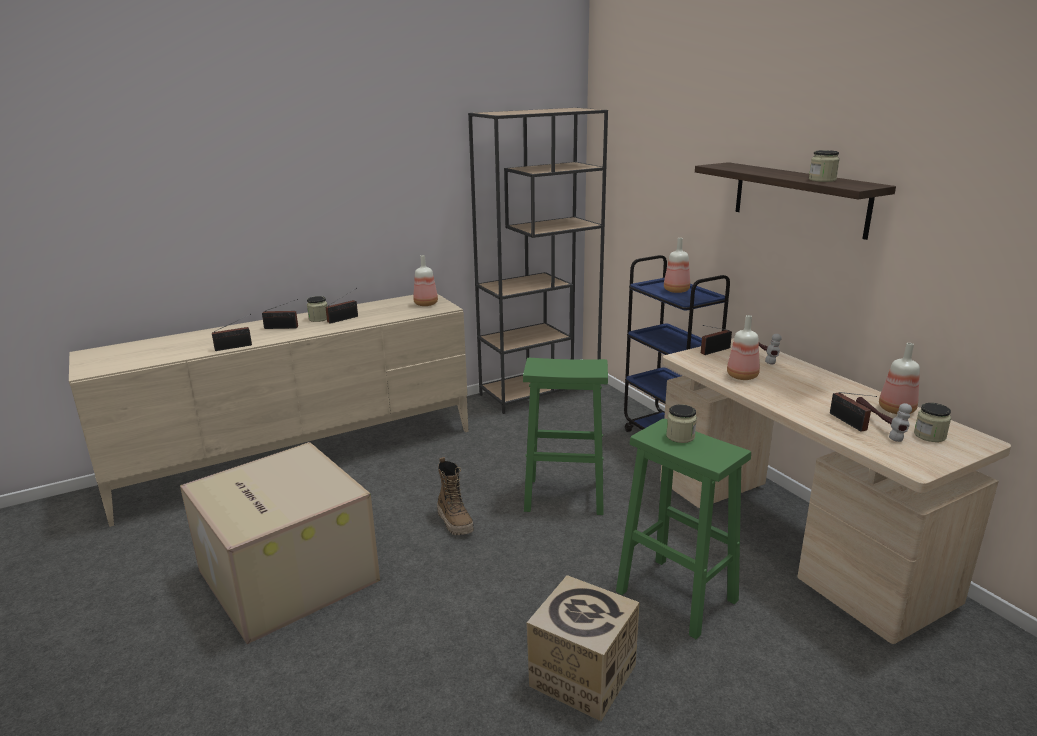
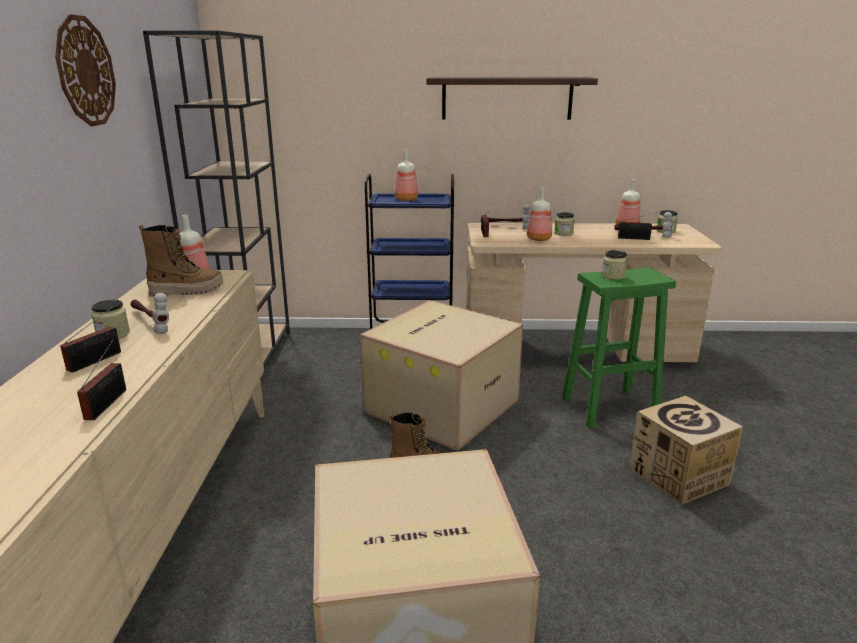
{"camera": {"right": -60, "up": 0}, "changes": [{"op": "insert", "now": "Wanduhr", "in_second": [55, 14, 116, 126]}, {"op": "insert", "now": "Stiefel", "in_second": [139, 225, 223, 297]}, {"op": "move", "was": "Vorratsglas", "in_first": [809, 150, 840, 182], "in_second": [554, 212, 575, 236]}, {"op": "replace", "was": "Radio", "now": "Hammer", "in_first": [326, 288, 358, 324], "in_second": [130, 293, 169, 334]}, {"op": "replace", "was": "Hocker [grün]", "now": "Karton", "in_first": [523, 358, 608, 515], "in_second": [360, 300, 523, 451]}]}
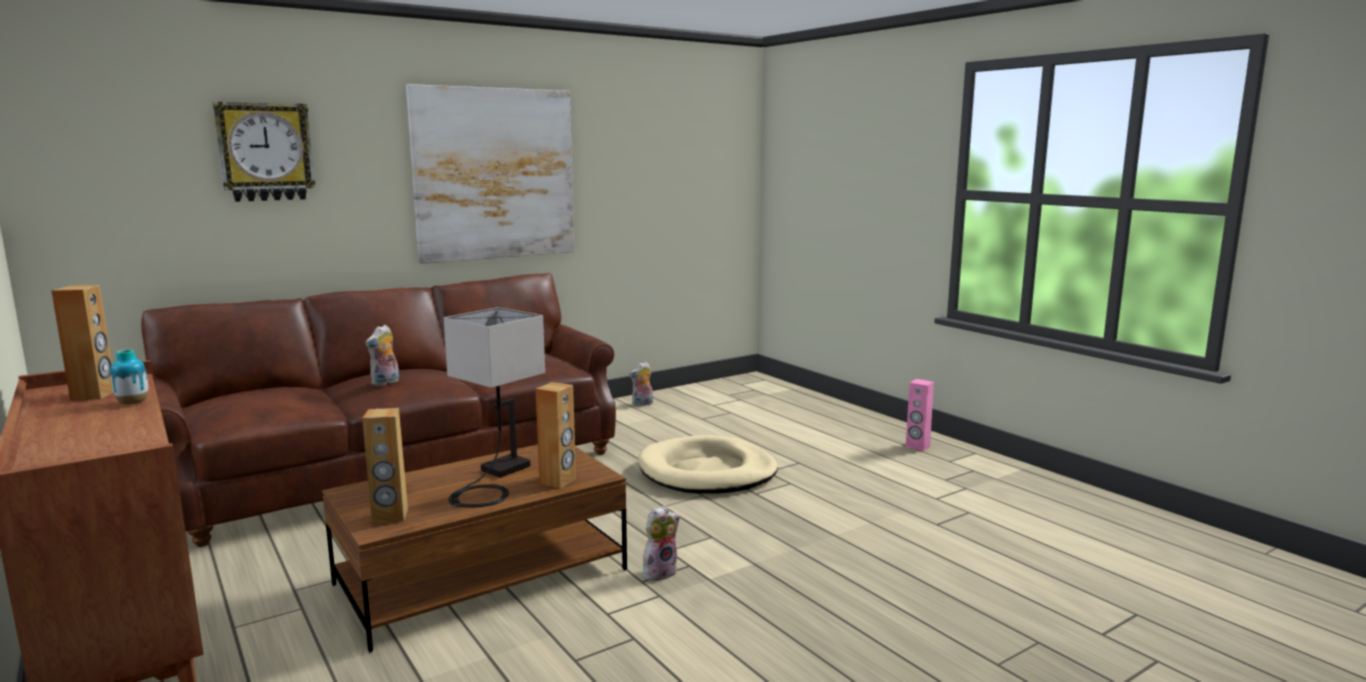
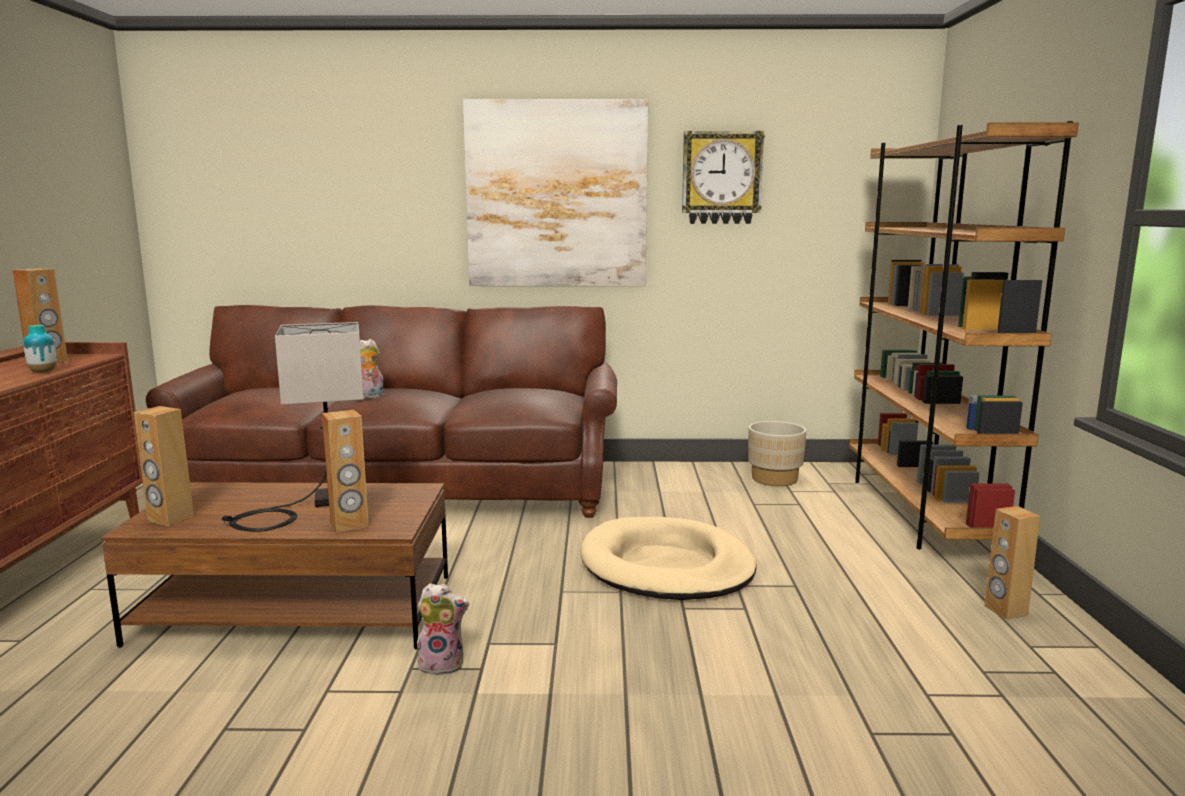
{"camera": {"right": 35, "up": 0}, "changes": [{"op": "delete", "was": "Plüschtier", "in_first": [629, 362, 653, 406]}, {"op": "insert", "now": "Pflanzkübel [beige]", "in_second": [748, 421, 806, 486]}, {"op": "insert", "now": "Bücherregal [braun]", "in_second": [849, 121, 1079, 550]}, {"op": "move", "was": "Wanduhr", "in_first": [213, 102, 316, 202], "in_second": [682, 131, 765, 224]}, {"op": "recolor", "was": "Lautsprecher [rosa]", "now": "Lautsprecher [braun]", "in_first": [906, 379, 934, 451], "in_second": [984, 506, 1040, 620]}]}
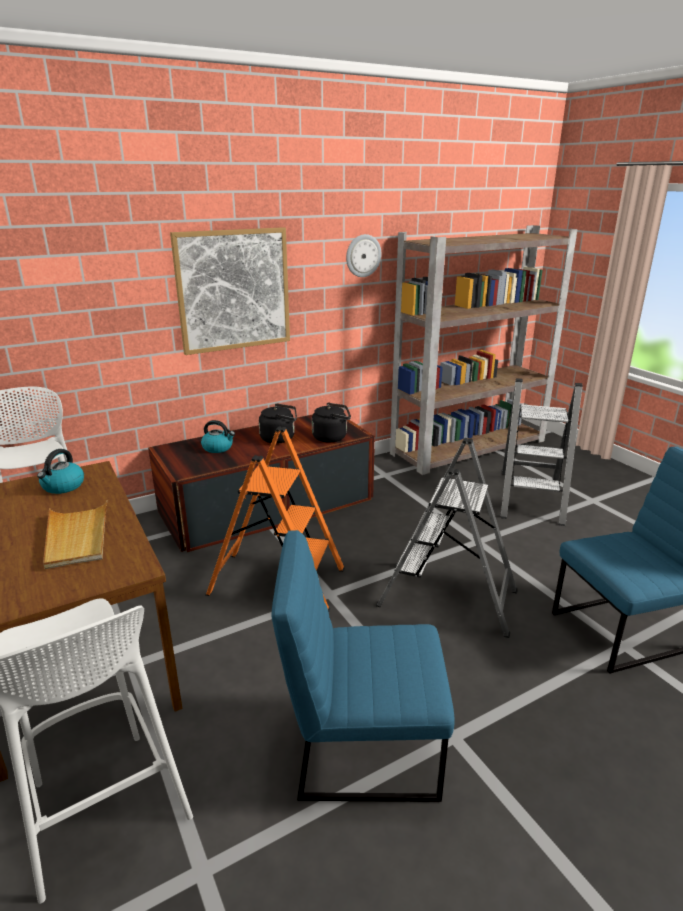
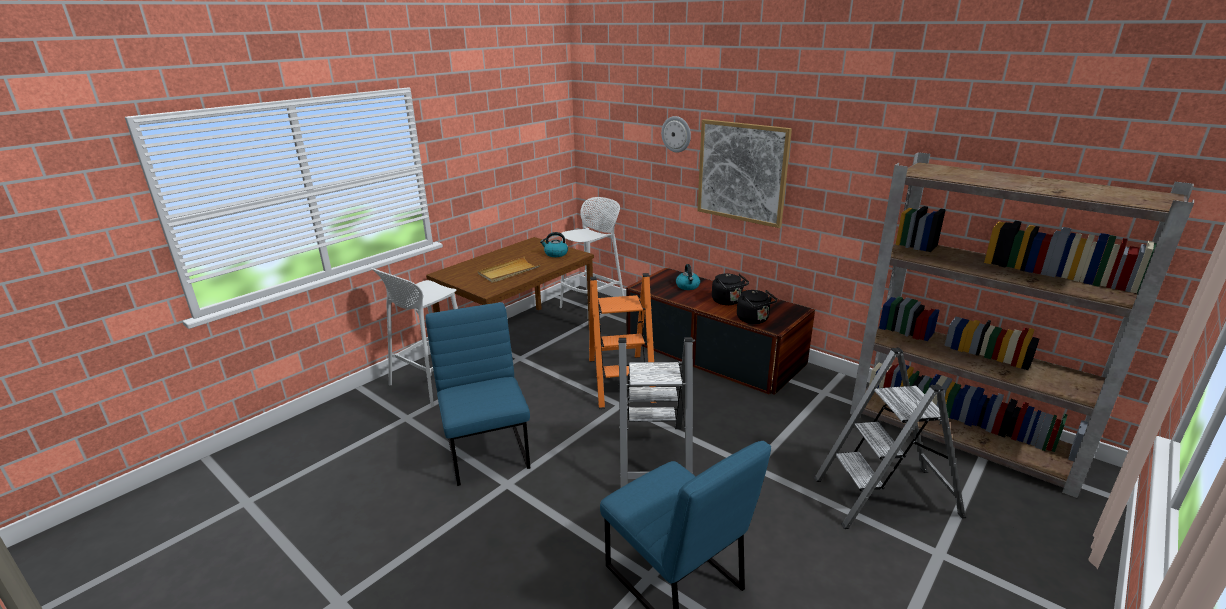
{"camera": {"right": 70, "up": 0}, "changes": [{"op": "move", "was": "Wanduhr", "in_first": [346, 234, 381, 277], "in_second": [661, 116, 691, 153]}]}
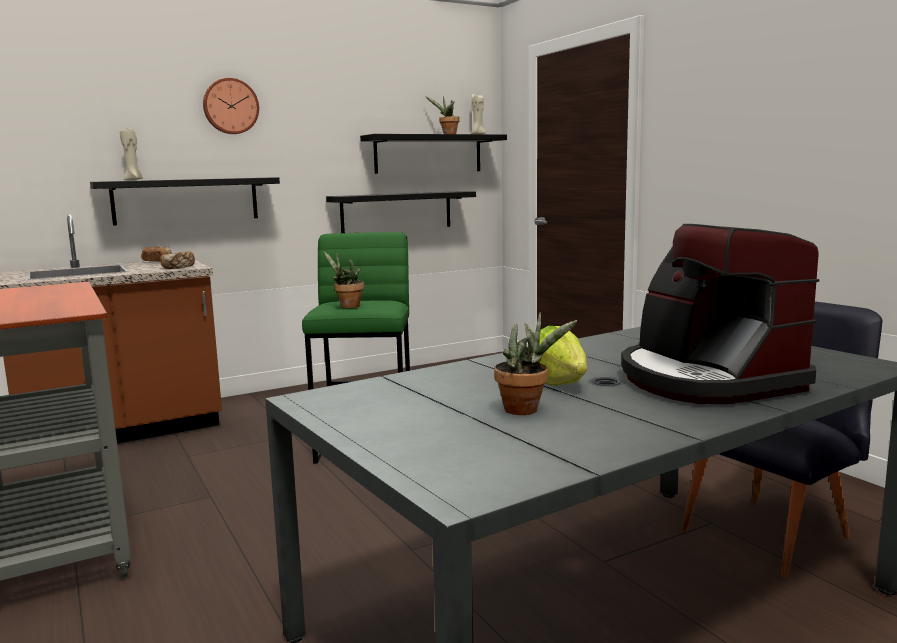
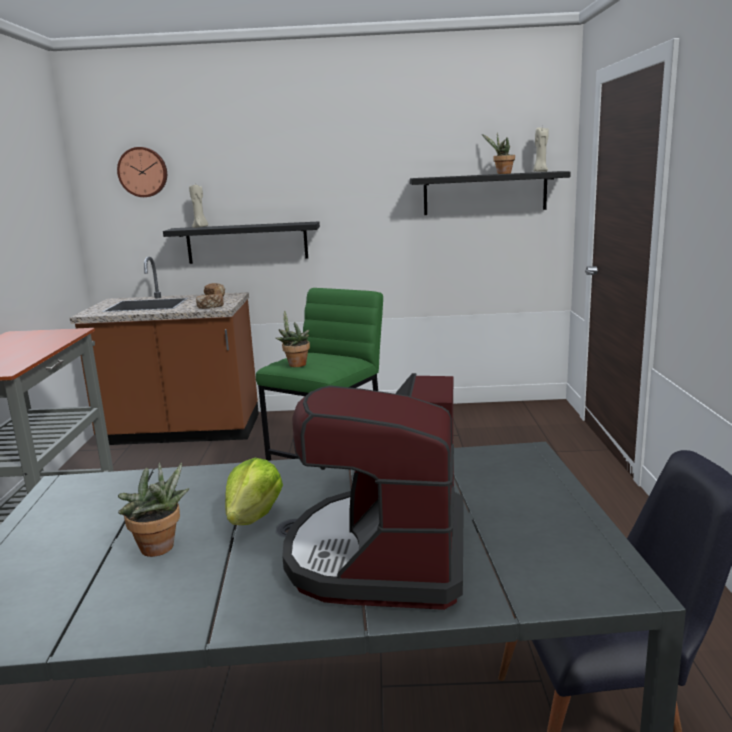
{"camera": {"right": 30, "up": 5}, "changes": [{"op": "delete", "was": "Wandregal [schwarz]", "in_first": [326, 191, 476, 233]}, {"op": "move", "was": "Wanduhr", "in_first": [203, 78, 259, 134], "in_second": [117, 147, 167, 197]}]}
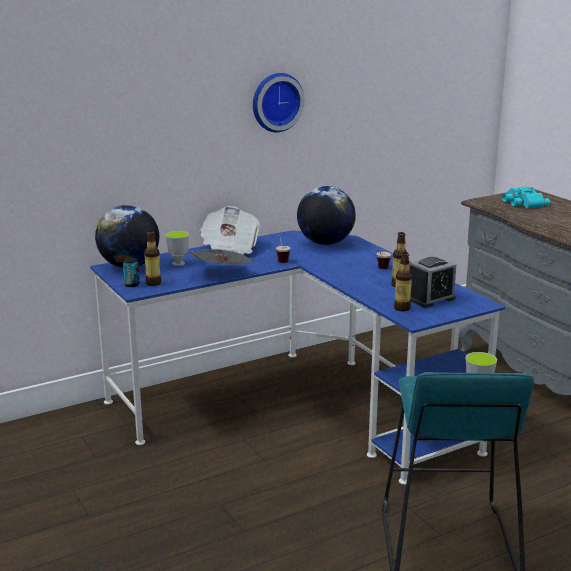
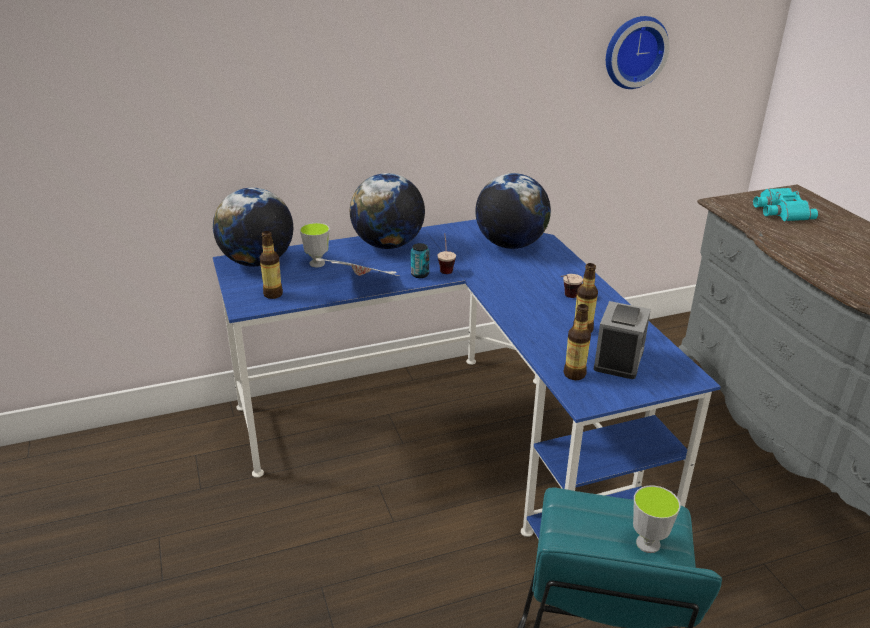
{"camera": {"right": 10, "up": 10}, "changes": [{"op": "move", "was": "Dose", "in_first": [123, 258, 140, 287], "in_second": [411, 243, 429, 278]}, {"op": "move", "was": "Wanduhr", "in_first": [253, 73, 305, 132], "in_second": [606, 16, 670, 89]}, {"op": "replace", "was": "Zeitung", "now": "Globus", "in_first": [200, 206, 260, 255], "in_second": [350, 173, 425, 249]}, {"op": "rotate", "was": "Wecker", "in_first": [409, 256, 456, 308], "in_second": [594, 301, 651, 379], "clockwise": -45}]}
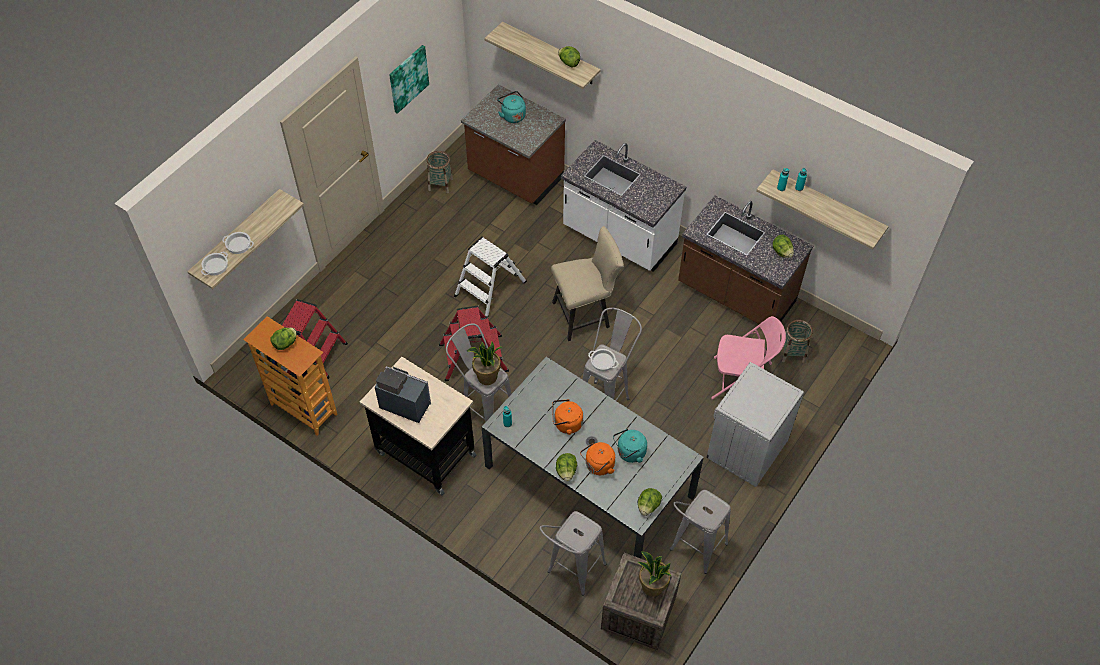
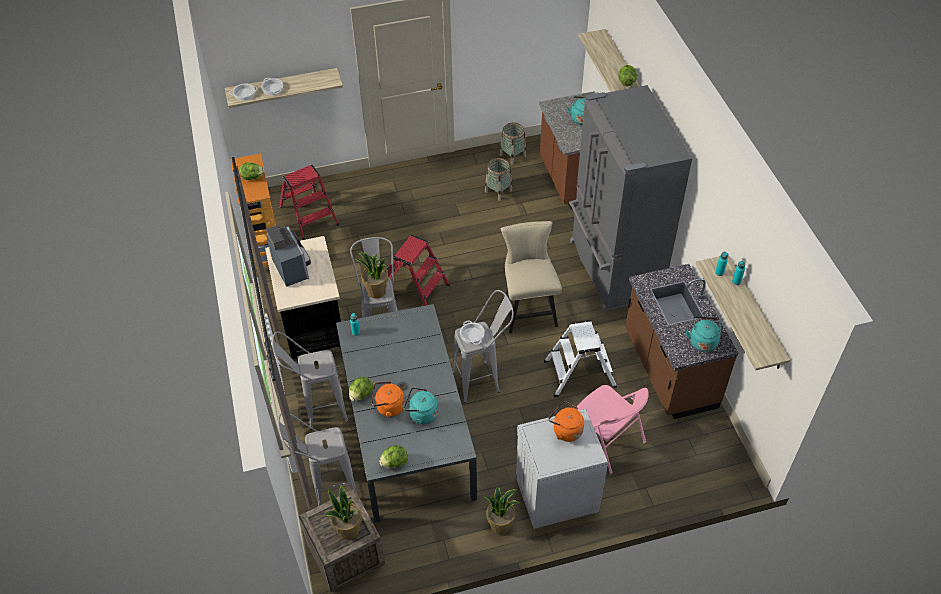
{"camera": {"right": 40, "up": -5}, "changes": [{"op": "delete", "was": "Bild", "in_first": [389, 45, 429, 114]}, {"op": "insert", "now": "Topfpflanze", "in_second": [483, 487, 520, 535]}, {"op": "move", "was": "Trittleiter [weiß]", "in_first": [454, 237, 527, 317], "in_second": [544, 320, 618, 397]}, {"op": "move", "was": "Wasserkessel [orange]", "in_first": [552, 399, 583, 435], "in_second": [549, 401, 584, 442]}, {"op": "move", "was": "Hocker [grau]", "in_first": [670, 490, 731, 574], "in_second": [272, 331, 348, 430]}, {"op": "move", "was": "Korb", "in_first": [782, 320, 813, 363], "in_second": [485, 158, 512, 201]}, {"op": "replace", "was": "Küchenzeile [weiß]", "now": "Kühlschrank [grau]", "in_first": [561, 140, 686, 272], "in_second": [569, 85, 692, 312]}, {"op": "replace", "was": "Salatkopf", "now": "Wasserkessel [türkis]", "in_first": [772, 234, 794, 258], "in_second": [686, 316, 721, 352]}, {"op": "rotate", "was": "Stuhl [beige]", "in_first": [551, 226, 624, 341], "in_second": [501, 221, 562, 334], "clockwise": -120}]}
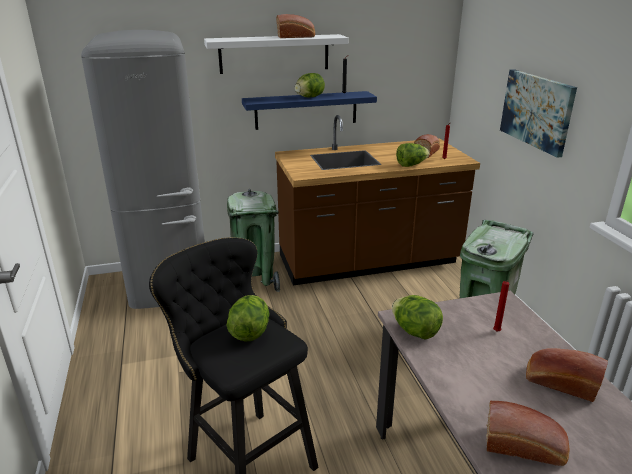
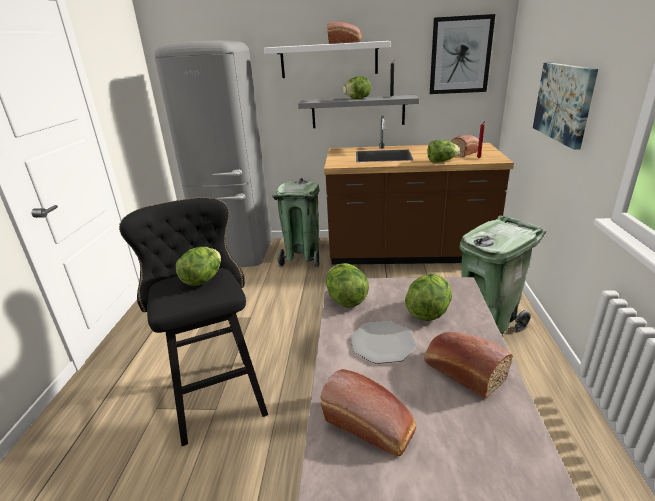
{"camera": {"right": 20, "up": 0}, "changes": [{"op": "insert", "now": "Teller", "in_second": [350, 321, 417, 364]}, {"op": "insert", "now": "Bild", "in_second": [430, 14, 495, 94]}, {"op": "replace", "was": "Kerze [rot]", "now": "Salatkopf", "in_first": [493, 280, 510, 332], "in_second": [405, 274, 452, 321]}, {"op": "recolor", "was": "Wandregal [blau]", "now": "Wandregal [grau]", "in_first": [242, 91, 377, 130], "in_second": [298, 95, 419, 128]}]}
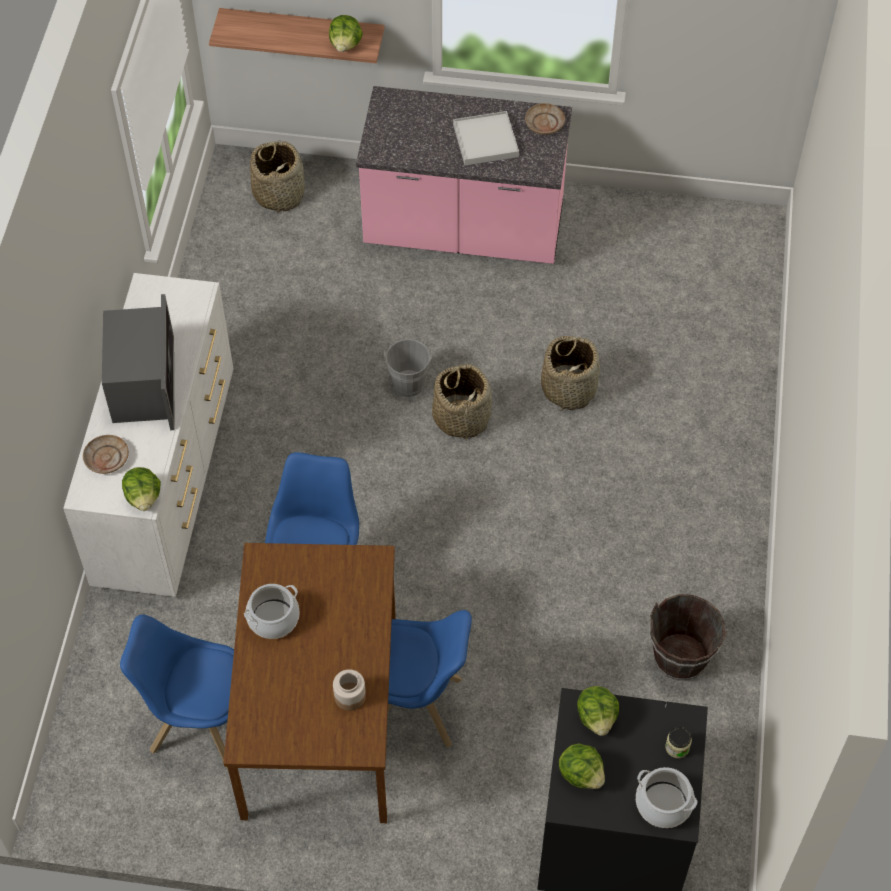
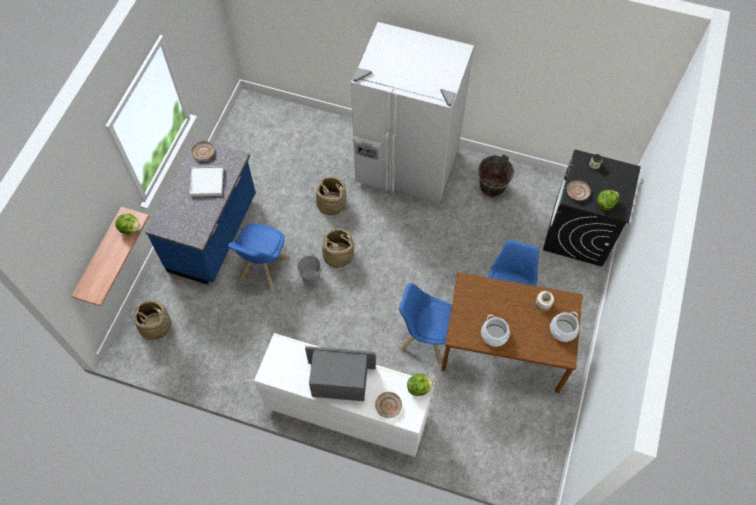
{"camera": {"right": -80, "up": 5}, "changes": [{"op": "insert", "now": "Kühlschrank [weiß]", "in_second": [351, 22, 474, 205]}, {"op": "move", "was": "Stuhl [blau]", "in_first": [120, 615, 234, 769], "in_second": [228, 223, 291, 292]}, {"op": "move", "was": "Kochtopf", "in_first": [636, 767, 698, 828], "in_second": [550, 311, 579, 342]}, {"op": "replace", "was": "Salatkopf", "now": "Teller [beige]", "in_first": [577, 686, 619, 736], "in_second": [567, 180, 591, 201]}, {"op": "recolor", "was": "Küchenzeile [rosa]", "now": "Küchenzeile [blau]", "in_first": [356, 86, 572, 264], "in_second": [145, 138, 256, 285]}]}
